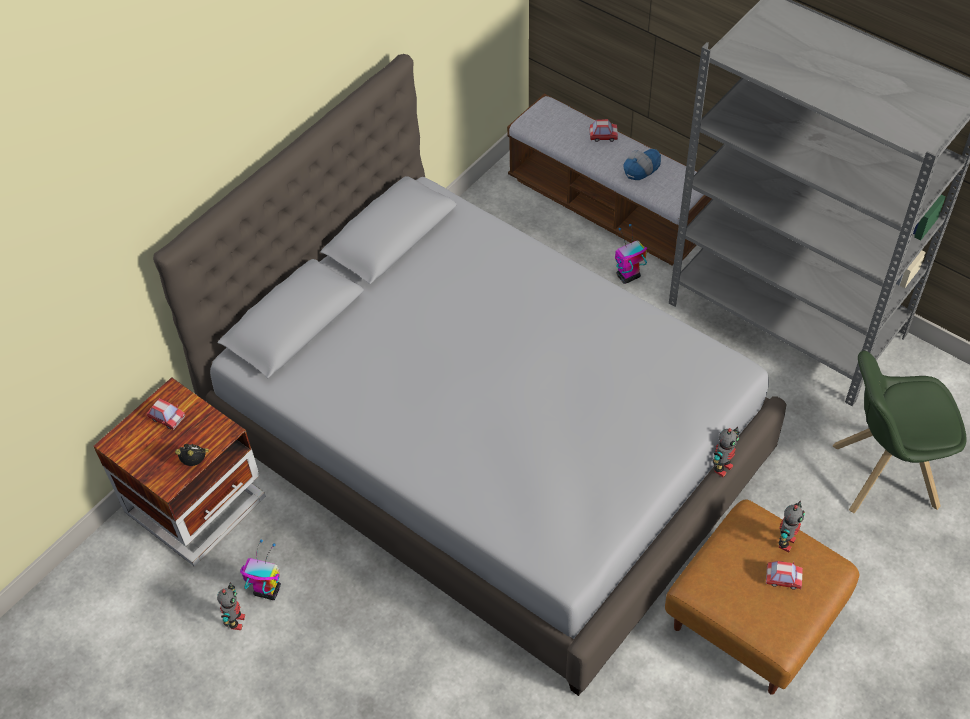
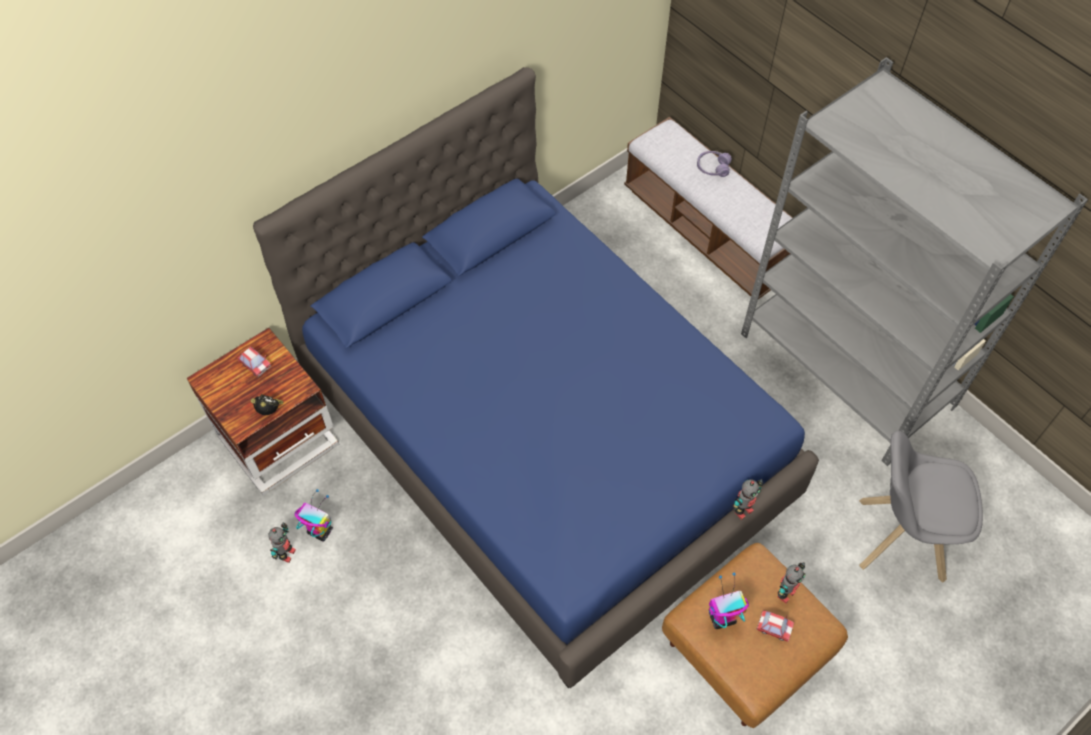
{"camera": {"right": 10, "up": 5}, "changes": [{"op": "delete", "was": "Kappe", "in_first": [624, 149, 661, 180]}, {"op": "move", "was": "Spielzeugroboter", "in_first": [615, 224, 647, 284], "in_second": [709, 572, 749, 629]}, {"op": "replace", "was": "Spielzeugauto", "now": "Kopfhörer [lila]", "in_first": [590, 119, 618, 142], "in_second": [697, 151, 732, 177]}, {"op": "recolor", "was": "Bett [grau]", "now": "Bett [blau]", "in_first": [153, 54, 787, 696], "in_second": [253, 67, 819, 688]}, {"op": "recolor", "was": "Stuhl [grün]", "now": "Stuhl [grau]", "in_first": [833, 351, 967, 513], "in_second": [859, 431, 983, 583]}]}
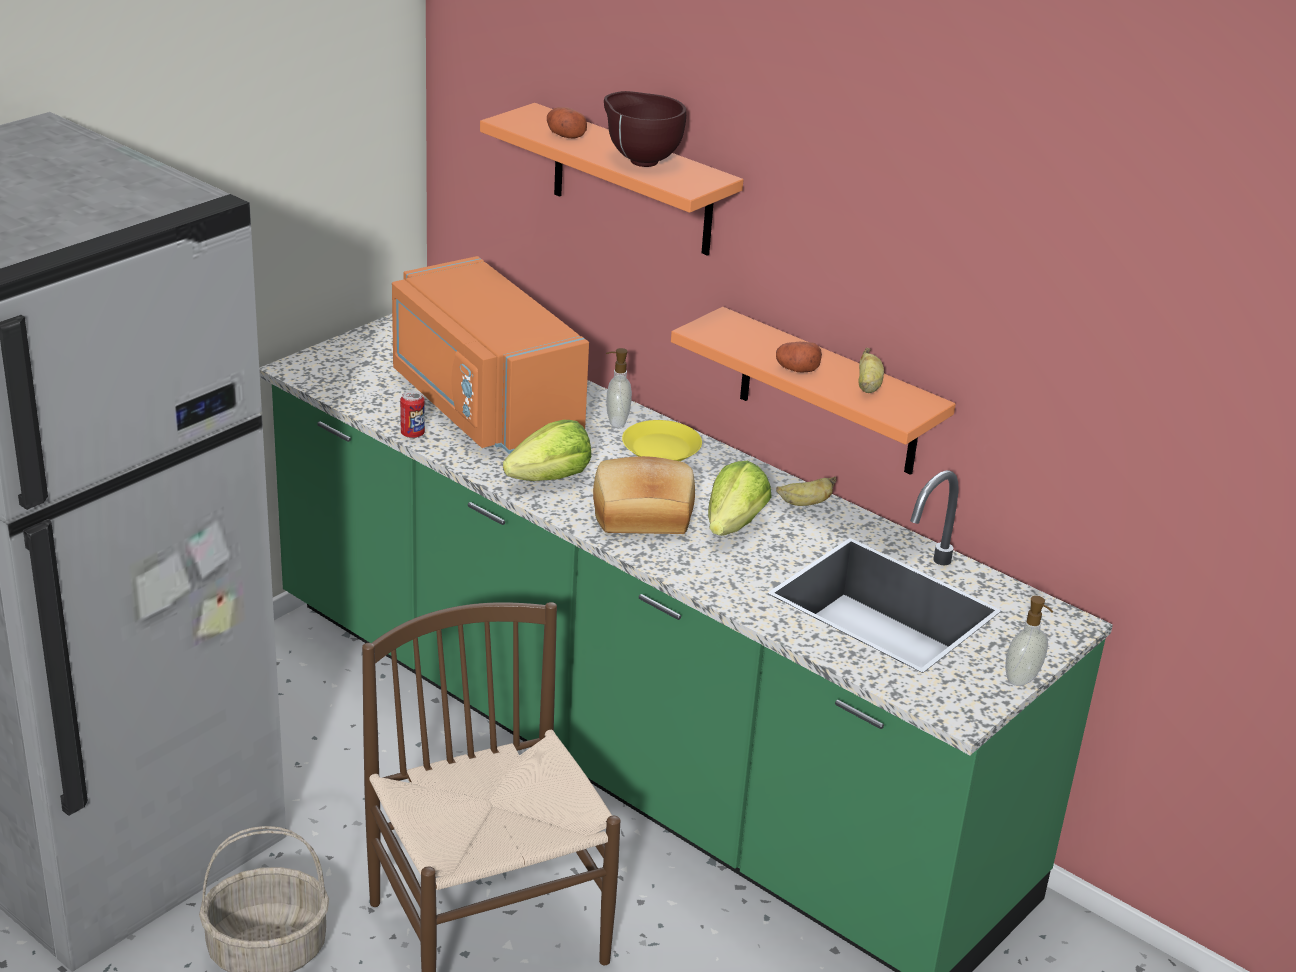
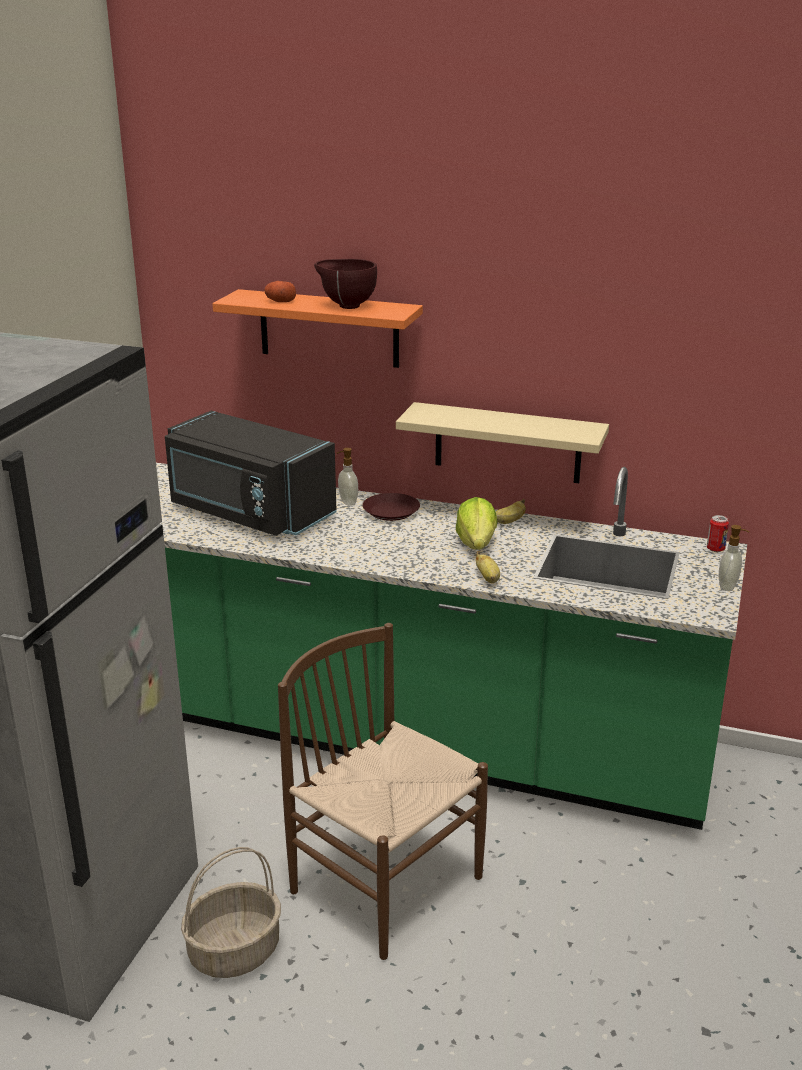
{"camera": {"right": -20, "up": -5}, "changes": [{"op": "delete", "was": "Salatkopf", "in_first": [503, 420, 591, 481]}, {"op": "delete", "was": "Brot", "in_first": [593, 456, 695, 534]}, {"op": "delete", "was": "Kartoffel", "in_first": [776, 342, 822, 372]}, {"op": "move", "was": "Dose", "in_first": [400, 390, 425, 438], "in_second": [707, 515, 729, 552]}, {"op": "move", "was": "Banane", "in_first": [858, 348, 884, 393], "in_second": [476, 551, 500, 583]}, {"op": "recolor", "was": "Mikrowelle [orange]", "now": "Mikrowelle [schwarz]", "in_first": [392, 256, 589, 454], "in_second": [165, 411, 337, 536]}, {"op": "recolor", "was": "Teller [gelb]", "now": "Teller [braun]", "in_first": [622, 420, 702, 461], "in_second": [362, 493, 420, 521]}, {"op": "recolor", "was": "Wandregal [orange]", "now": "Wandregal [beige]", "in_first": [671, 307, 956, 475], "in_second": [396, 402, 609, 483]}]}
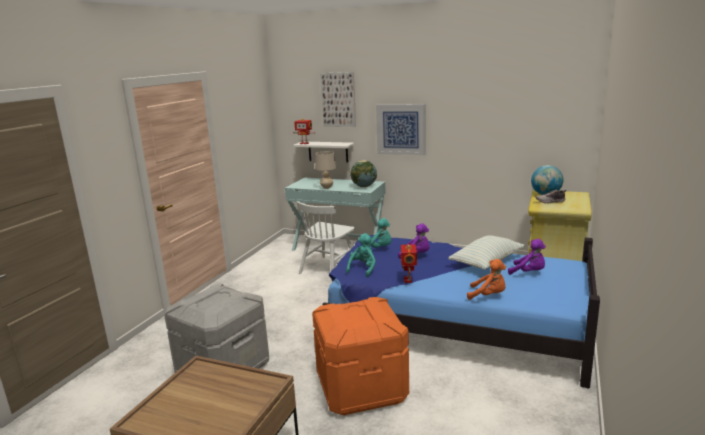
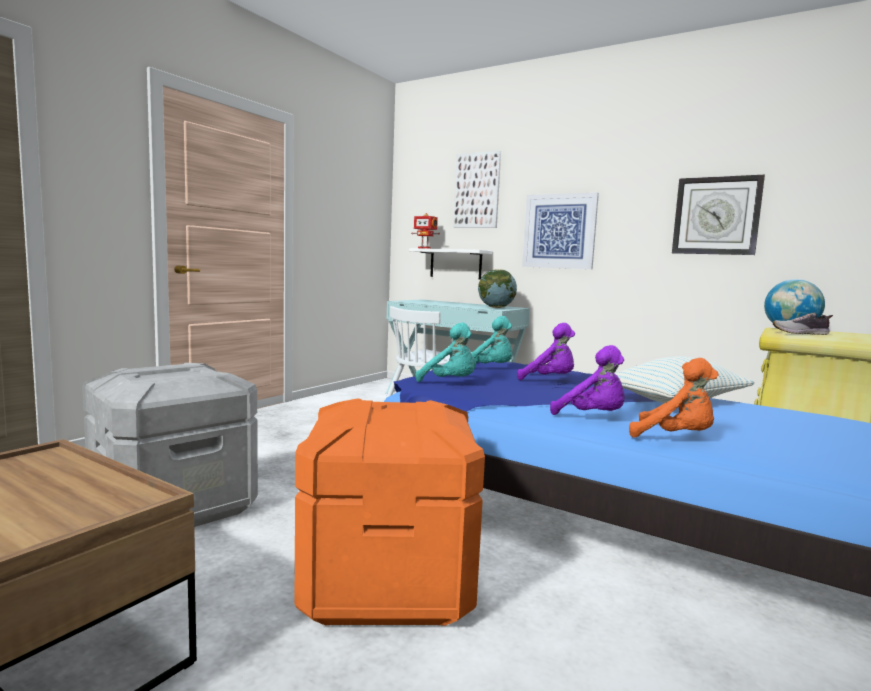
{"camera": {"right": 10, "up": -10}, "changes": [{"op": "delete", "was": "Tischlampe [beige]", "in_first": [315, 151, 336, 189]}, {"op": "delete", "was": "Spielzeugroboter", "in_first": [401, 244, 417, 283]}, {"op": "insert", "now": "Wanduhr", "in_second": [672, 175, 765, 255]}, {"op": "move", "was": "Plüschtier [lila]", "in_first": [508, 239, 546, 275], "in_second": [550, 345, 625, 415]}, {"op": "rotate", "was": "Plüschtier [türkis]", "in_first": [346, 233, 376, 277], "in_second": [416, 323, 476, 382], "clockwise": 90}]}
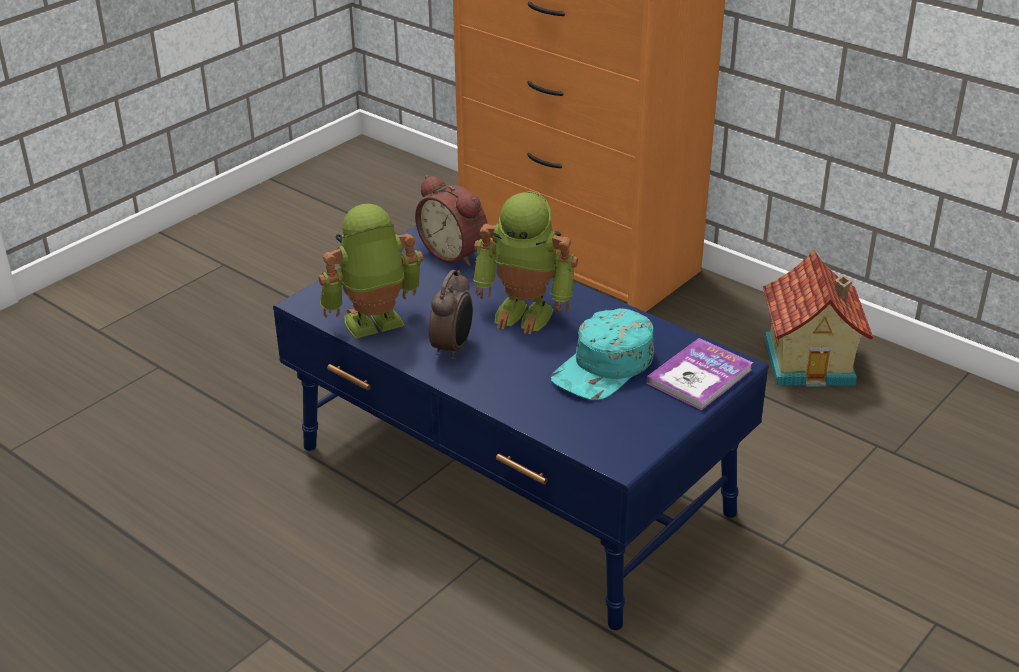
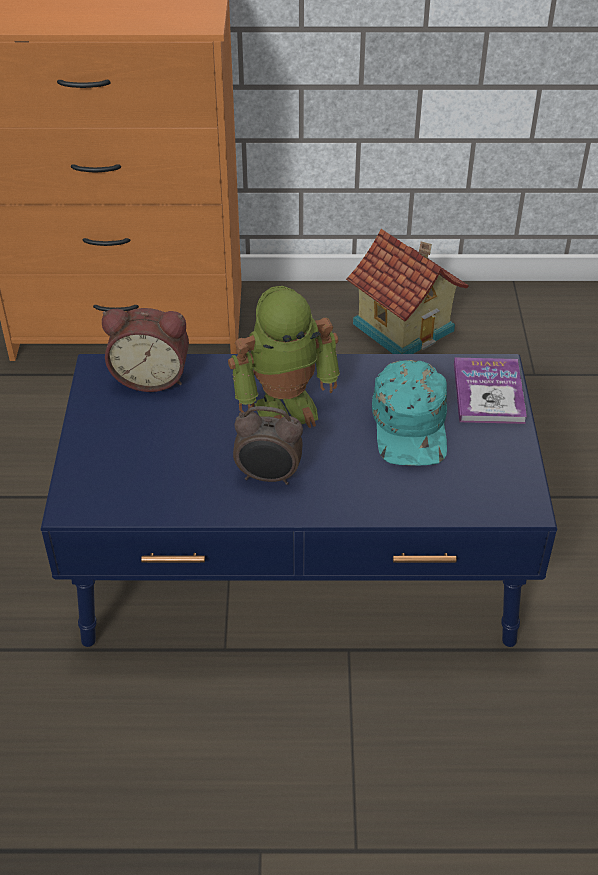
{"camera": {"right": -40, "up": 10}, "changes": [{"op": "delete", "was": "Spielzeugroboter", "in_first": [319, 204, 423, 339]}, {"op": "rotate", "was": "Wecker", "in_first": [429, 270, 473, 360], "in_second": [233, 406, 303, 485], "clockwise": 120}]}
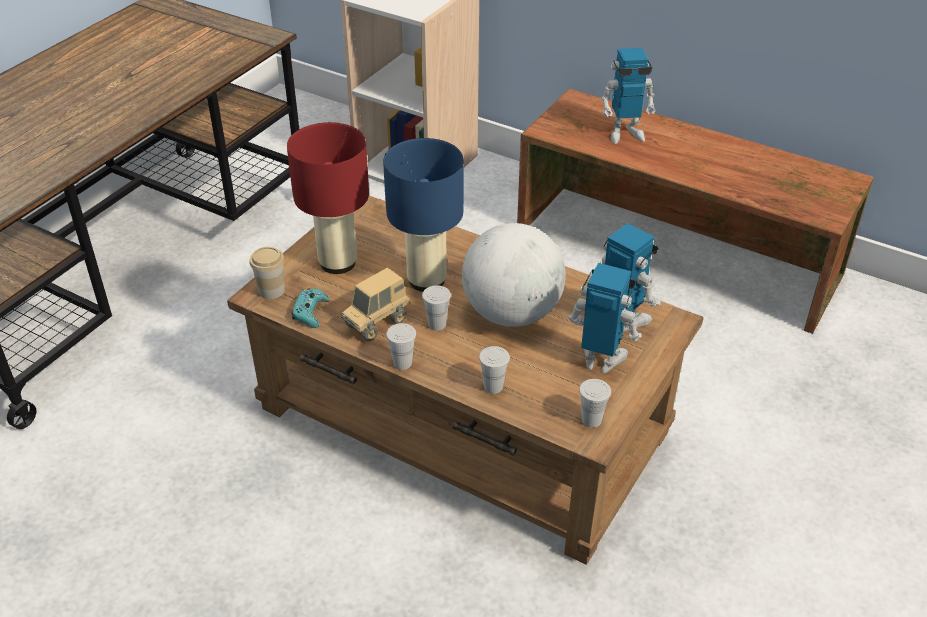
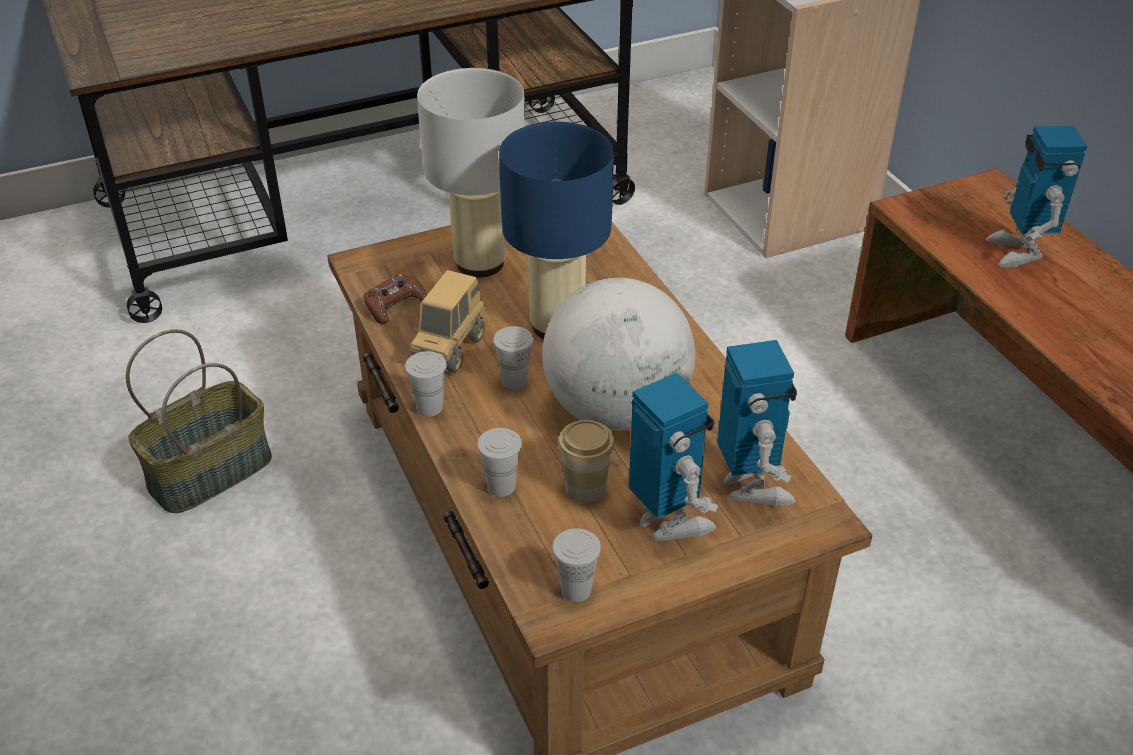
{"camera": {"right": 35, "up": 0}, "changes": [{"op": "insert", "now": "Korb", "in_second": [126, 329, 272, 513]}, {"op": "move", "was": "Tasse", "in_first": [249, 247, 285, 299], "in_second": [558, 420, 615, 503]}, {"op": "recolor", "was": "Tischlampe [rot]", "now": "Tischlampe [weiß]", "in_first": [287, 122, 369, 274], "in_second": [417, 68, 525, 278]}, {"op": "recolor", "was": "Gamepad [türkis]", "now": "Gamepad [braun]", "in_first": [292, 288, 330, 328], "in_second": [364, 274, 427, 324]}, {"op": "rotate", "was": "Spielzeuglaster", "in_first": [341, 268, 410, 341], "in_second": [409, 270, 486, 373], "clockwise": -60}, {"op": "rotate", "was": "Spielzeugroboter", "in_first": [601, 48, 656, 144], "in_second": [986, 126, 1087, 267], "clockwise": 60}]}
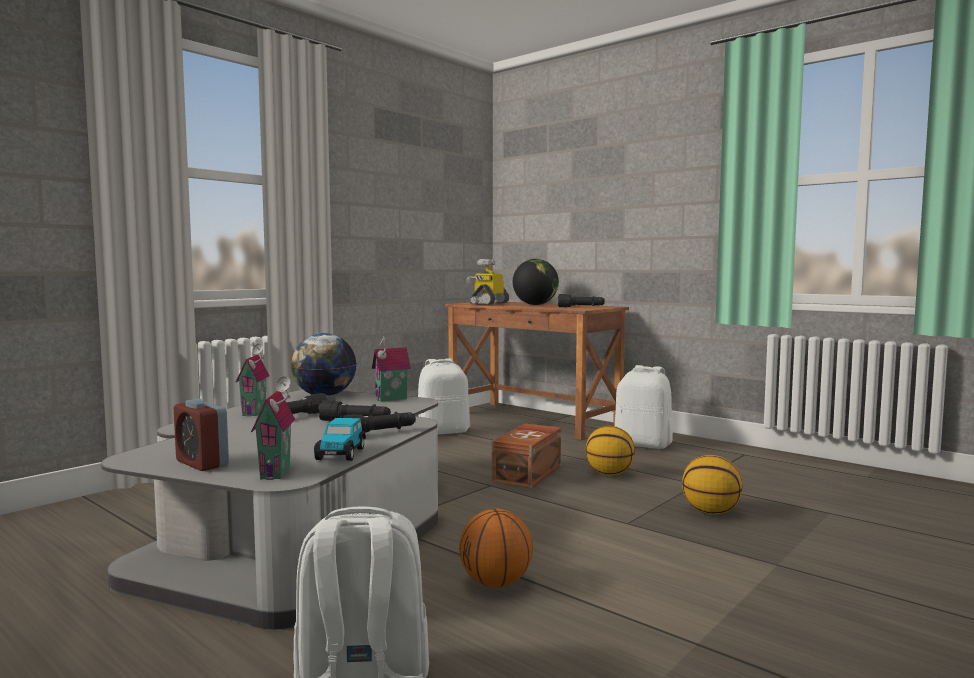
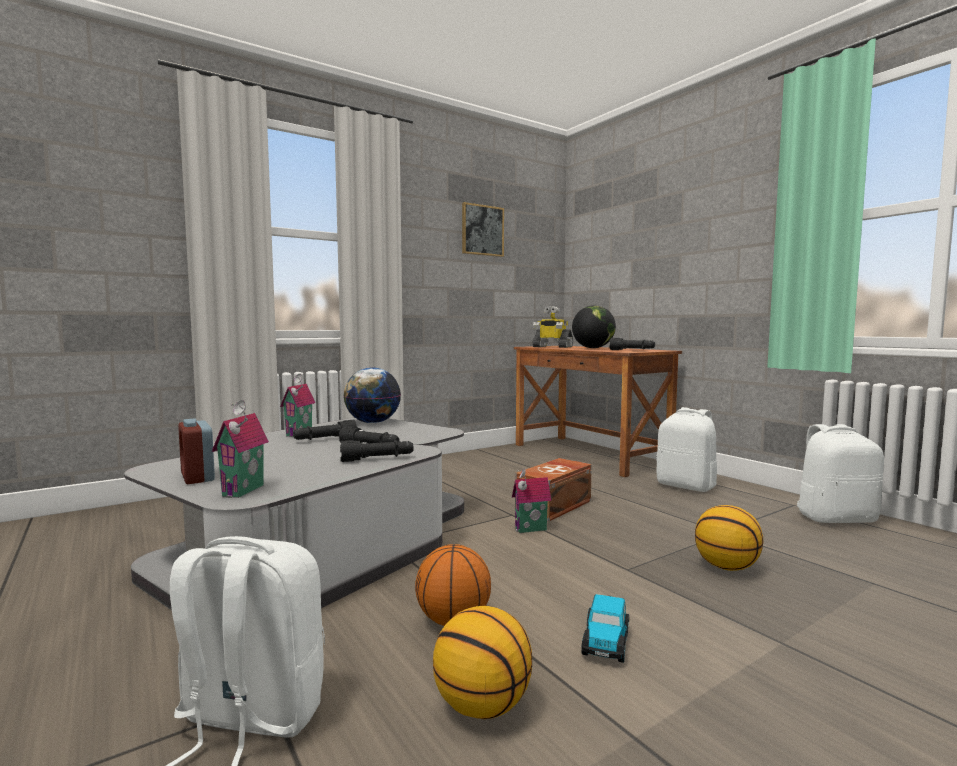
{"camera": {"right": 15, "up": 0}, "changes": [{"op": "insert", "now": "Bild", "in_second": [462, 202, 504, 257]}, {"op": "move", "was": "Spielzeugauto", "in_first": [314, 418, 366, 461], "in_second": [581, 594, 629, 663]}, {"op": "move", "was": "Spielzeughaus", "in_first": [372, 337, 411, 401], "in_second": [512, 468, 551, 533]}, {"op": "move", "was": "Rucksack [weiß]", "in_first": [418, 358, 470, 434], "in_second": [797, 424, 884, 523]}, {"op": "move", "was": "Basketball", "in_first": [586, 426, 635, 475], "in_second": [433, 606, 532, 719]}, {"op": "rotate", "was": "Spielzeugroboter", "in_first": [466, 259, 509, 305], "in_second": [532, 306, 573, 348], "clockwise": -105}]}
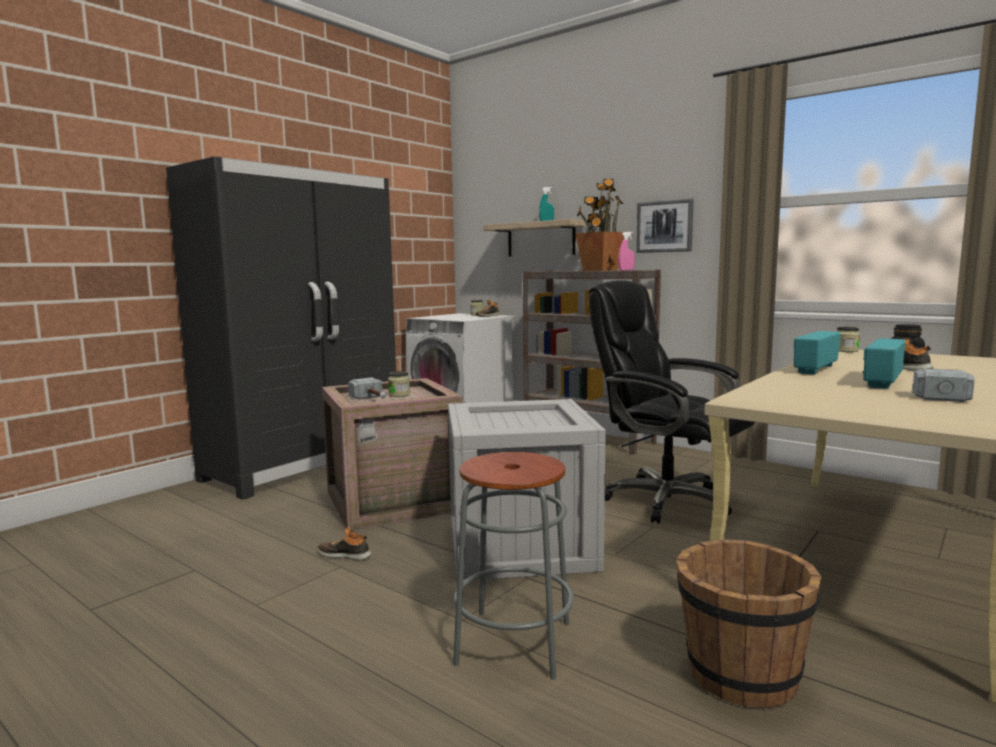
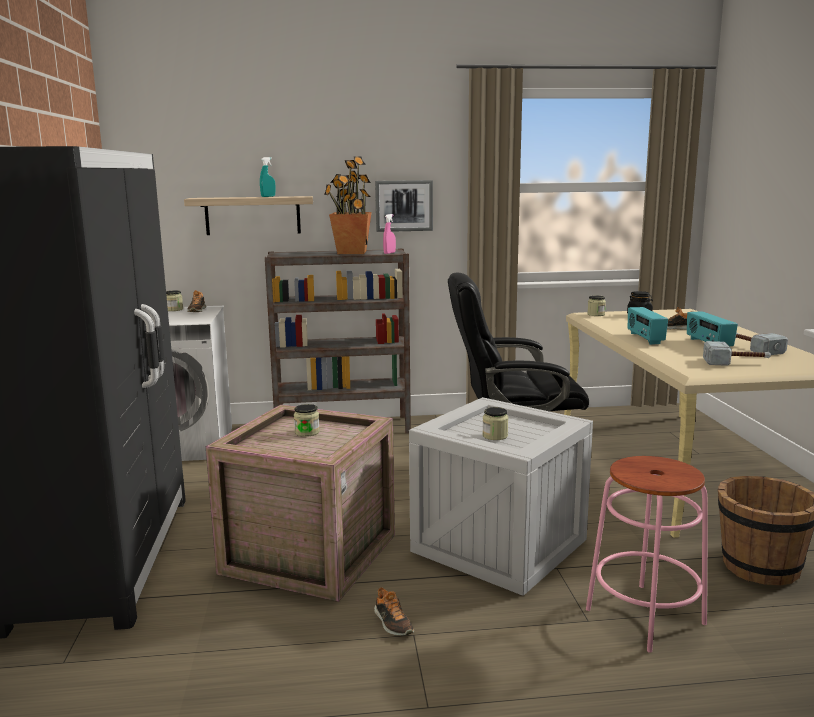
{"camera": {"right": -45, "up": 5}, "changes": [{"op": "insert", "now": "Vorratsglas", "in_second": [483, 407, 508, 440]}, {"op": "move", "was": "Hammer", "in_first": [348, 377, 386, 399], "in_second": [703, 341, 771, 366]}, {"op": "recolor", "was": "Hocker [grau]", "now": "Hocker [rosa]", "in_first": [453, 452, 574, 680], "in_second": [586, 456, 708, 653]}, {"op": "rotate", "was": "Schuh", "in_first": [318, 527, 372, 560], "in_second": [374, 587, 414, 636], "clockwise": -90}]}
